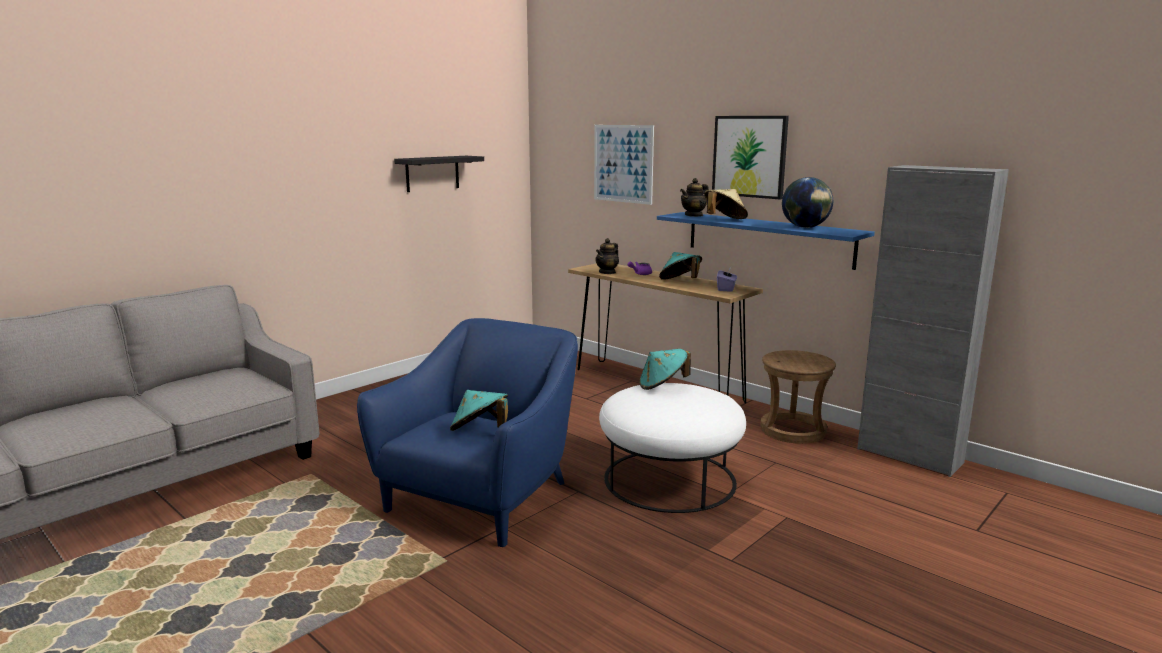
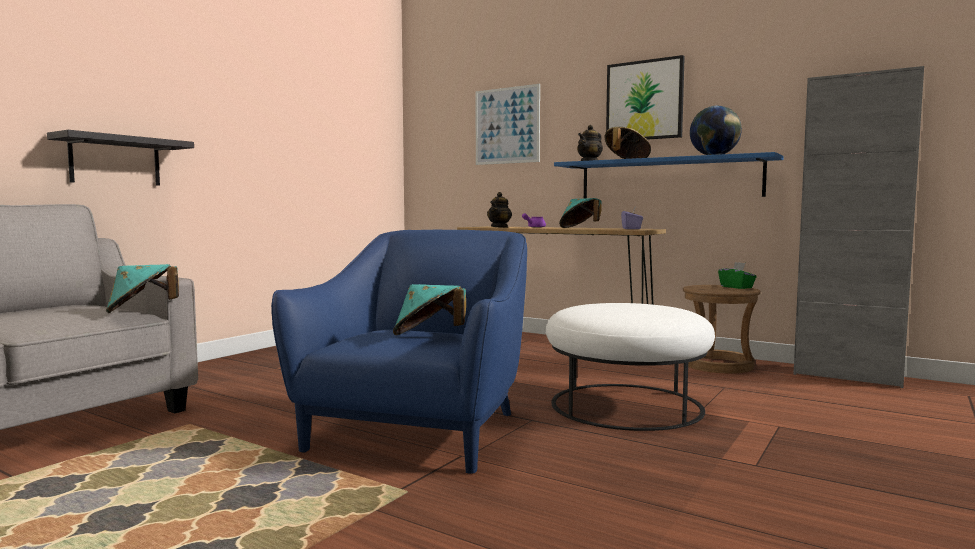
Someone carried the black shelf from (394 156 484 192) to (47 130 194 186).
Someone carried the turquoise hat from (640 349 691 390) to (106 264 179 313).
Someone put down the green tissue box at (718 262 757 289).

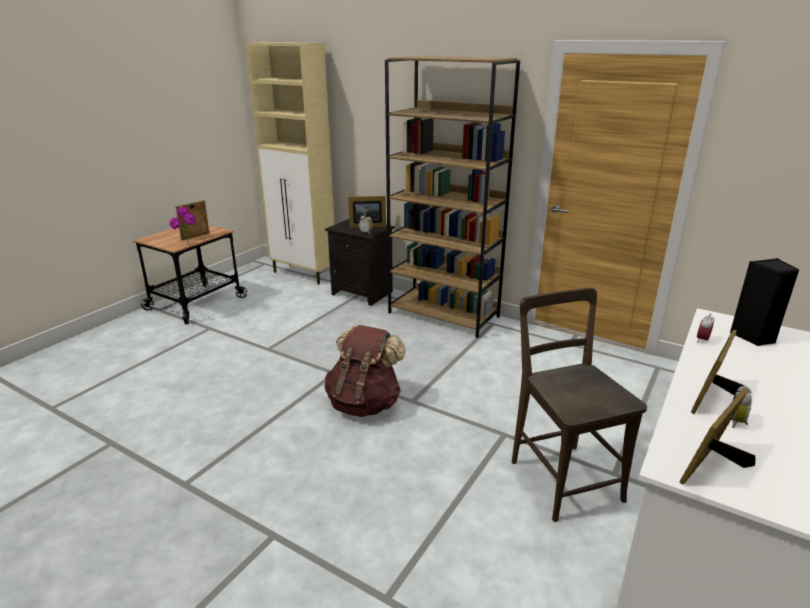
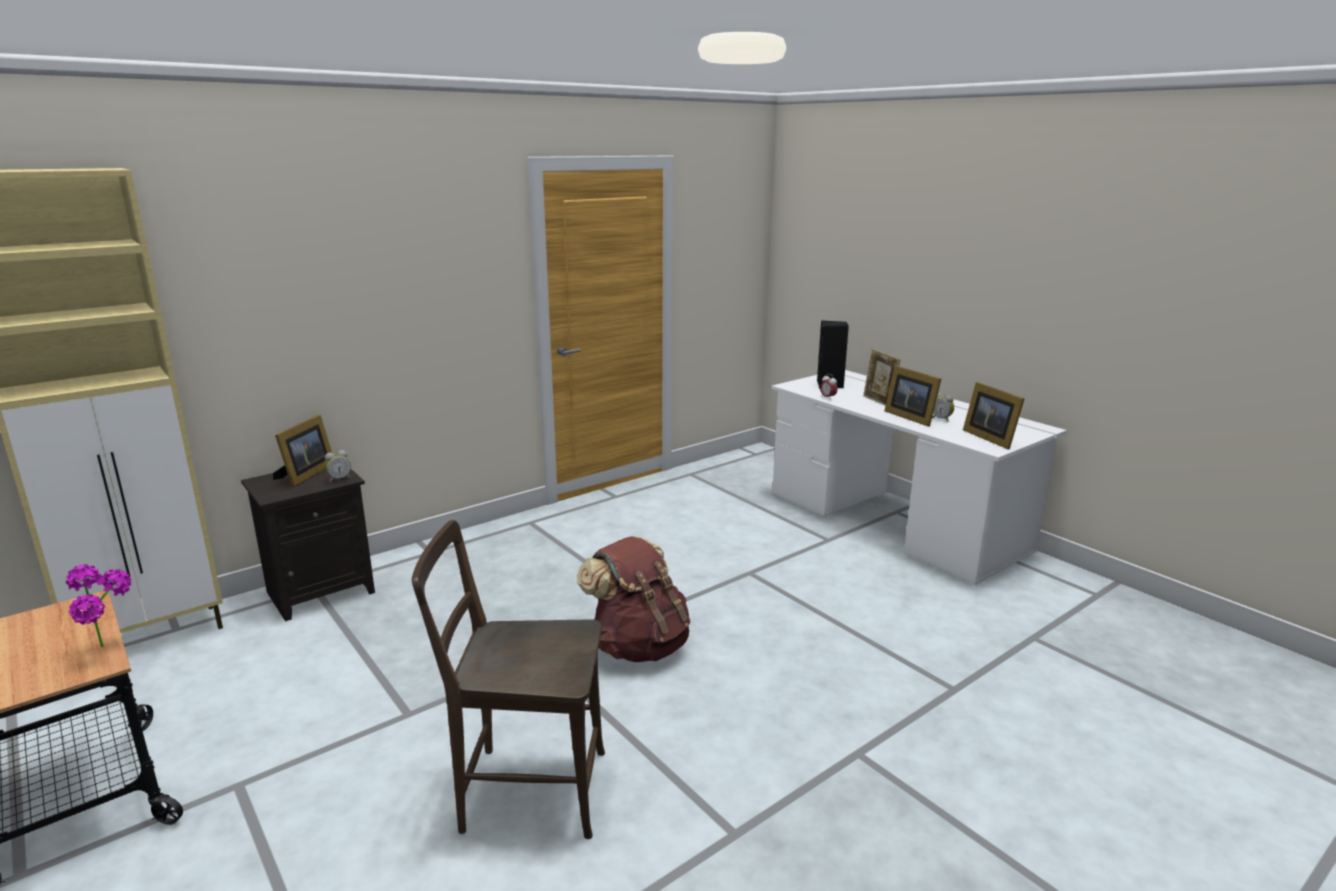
Someone carried the picture frame from (175 200 209 241) to (863 348 901 406).
Someone took away the brown bookcase at (385 56 520 338).
Someone carried the brown chair from (512 288 647 522) to (412 520 605 839).

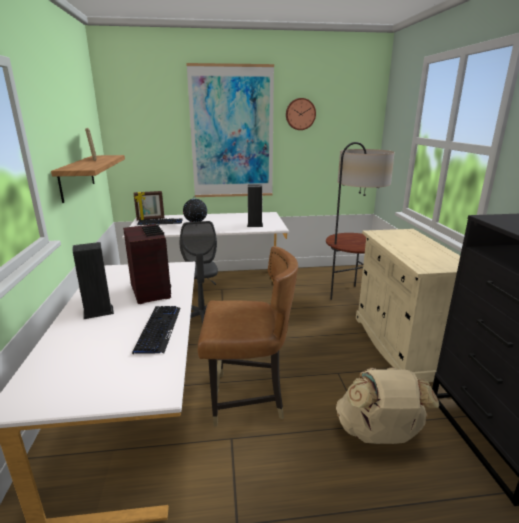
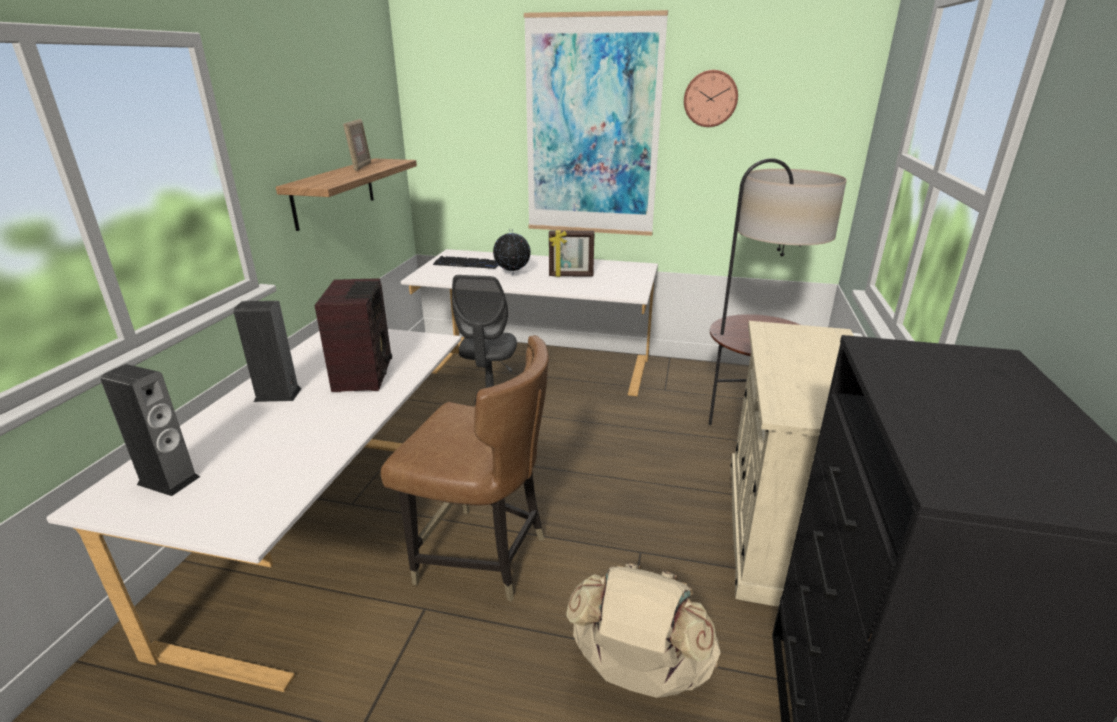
Someone took away the keyboard at (132 306 181 354).
Someone carried the picture frame from (134 191 164 220) to (549 230 594 277).
Someone carried the speaker from (247 185 263 227) to (100 364 200 496).

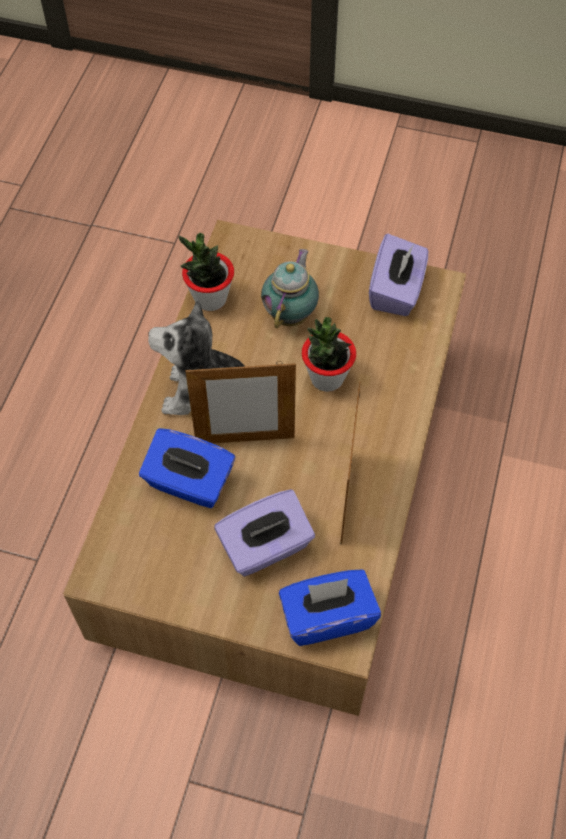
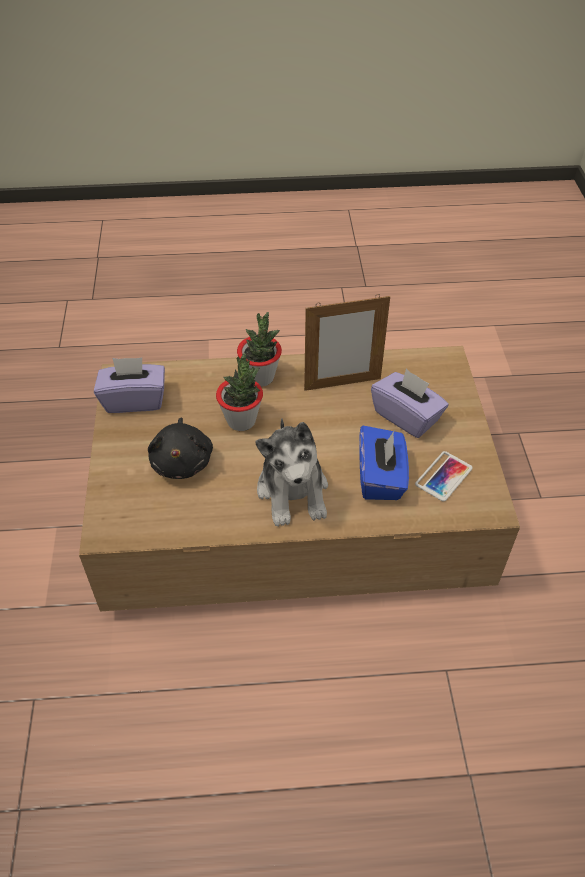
Someone carried the potted plant from (179 232 234 311) to (237 312 282 387).
Someone took away the picture frame at (185 361 296 443).
Someone swapped the teapot at (261 249 319 328) for the black plush toy at (148 418 213 479).
Someone took away the blue tissue box at (279 570 381 646).
Someone put down the phone at (415 451 473 501).

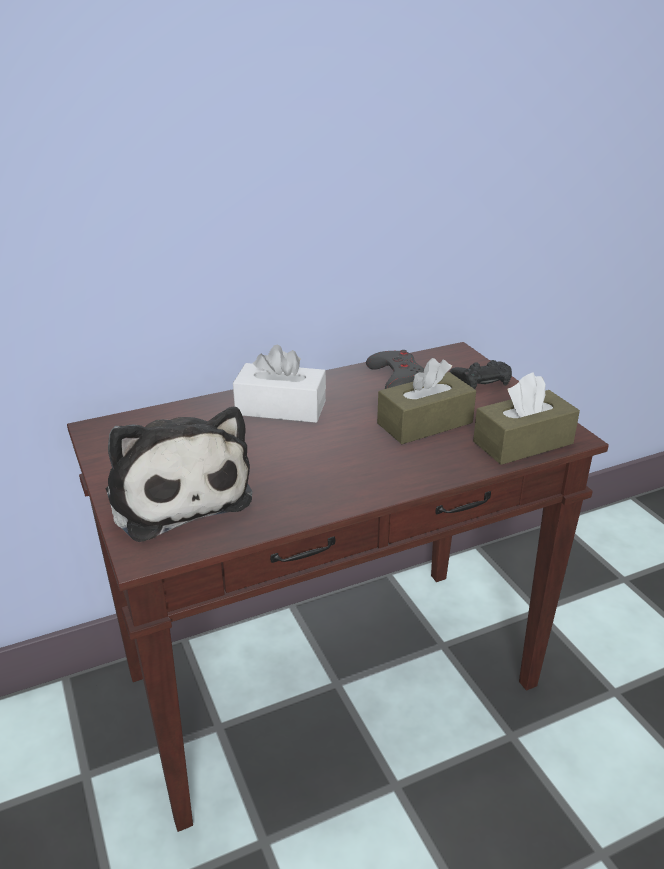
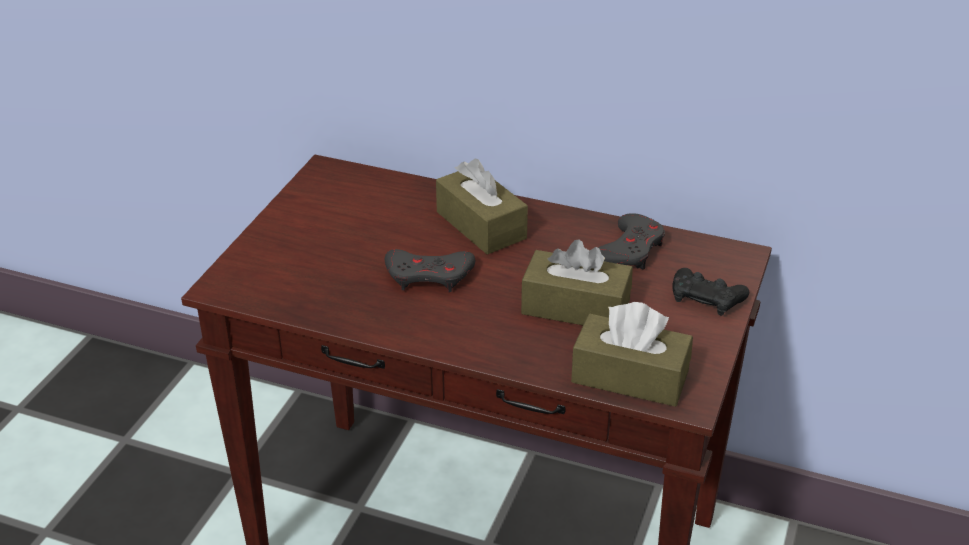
Someone took away the plush toy at (106 407 252 542).
Someone repainted the white tissue box at (233 345 326 423), which became the brown tissue box at (436 159 528 255).
Someone put down the grey game controller at (385 249 475 292).

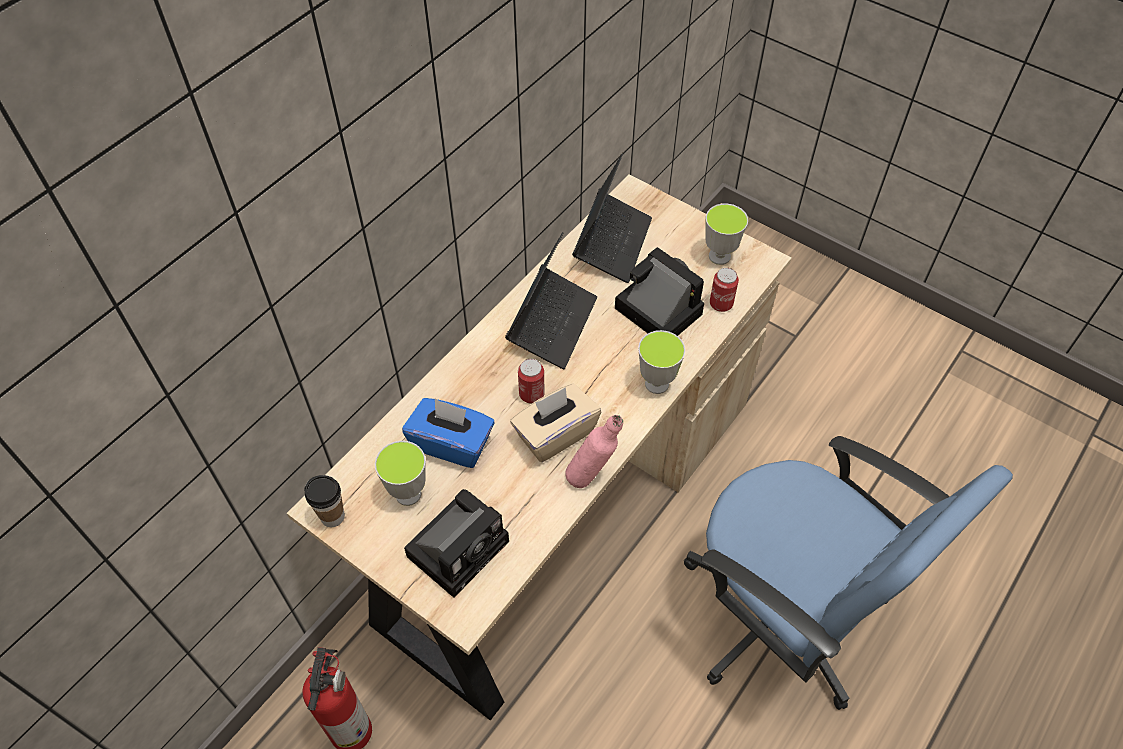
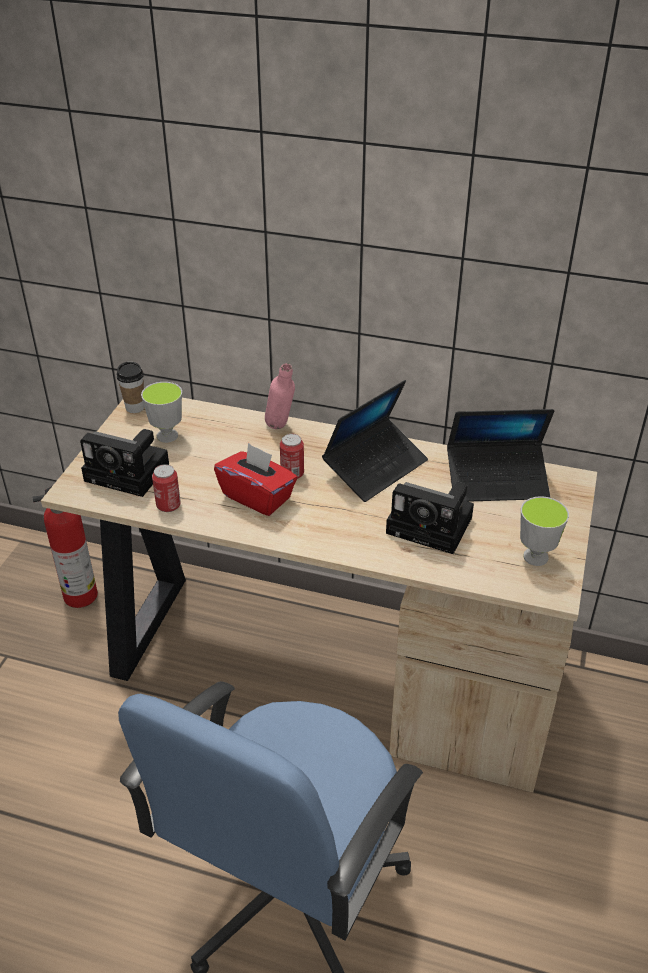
Someone took away the blue tissue box at (402 398 495 468).
Someone rotated the laptop at (505 232 597 369) by 45 degrees counterclockwise.
Someone repainted the beige tissue box at (510 384 601 462), which became the red tissue box at (214 443 297 516).
Someone carried the pink bottle from (565 415 623 488) to (265 363 295 429).
Someone rotated the photo camera at (615 247 704 336) by 90 degrees clockwise.
Someone took away the cup at (638 330 685 394).
Someone carried the can from (710 268 739 312) to (152 464 181 512).

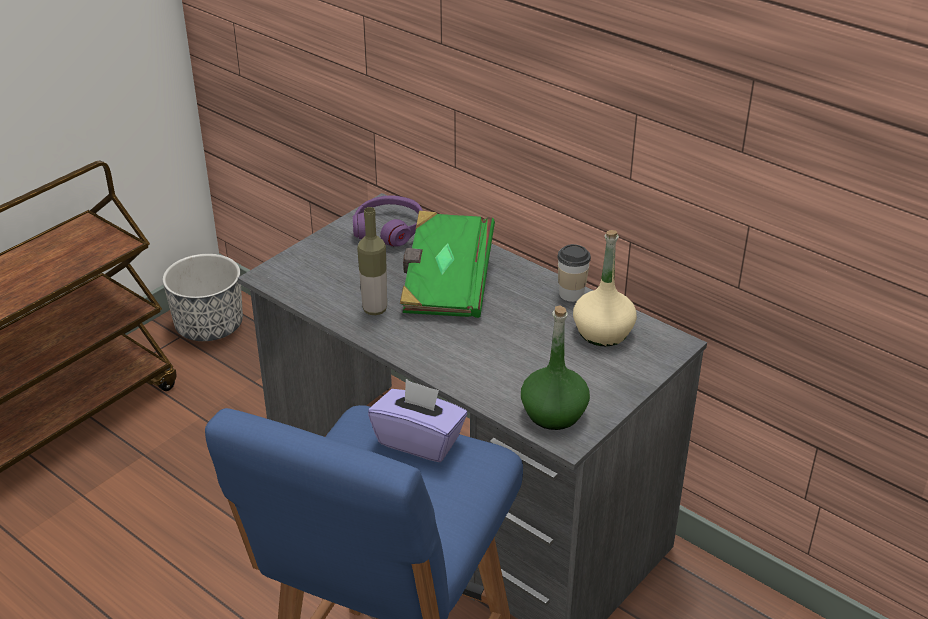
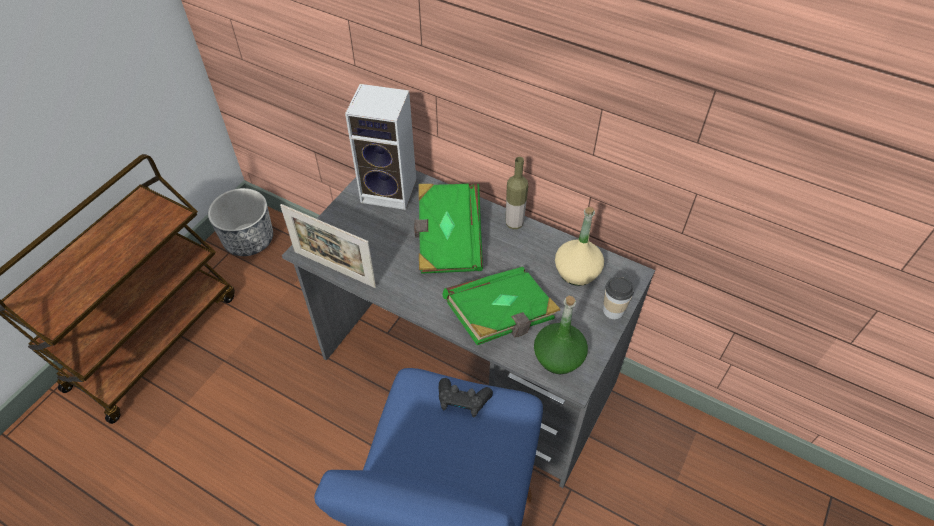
Someone swapped the purple headphones at (353 195 423 247) for the speaker at (345 84 416 210).
Someone carried the bottle from (357 207 387 315) to (506 157 528 229).
Someone swapped the purple tissue box at (368 379 467 462) for the black game controller at (439 378 493 417).
Someone carried the cup from (557 244 591 302) to (603 277 634 319).
Someone put down the picture frame at (280 204 376 288).
Someone put down the green book at (443 267 560 345).

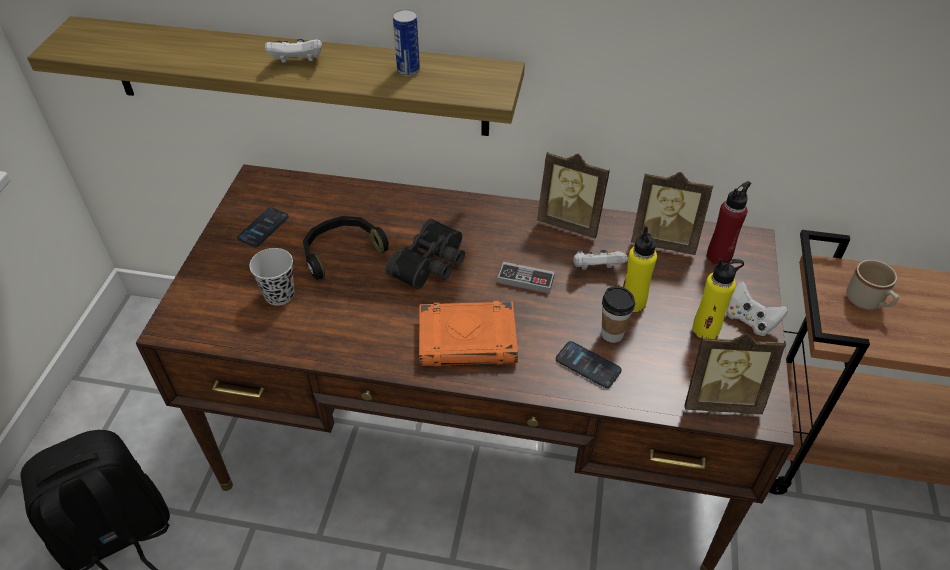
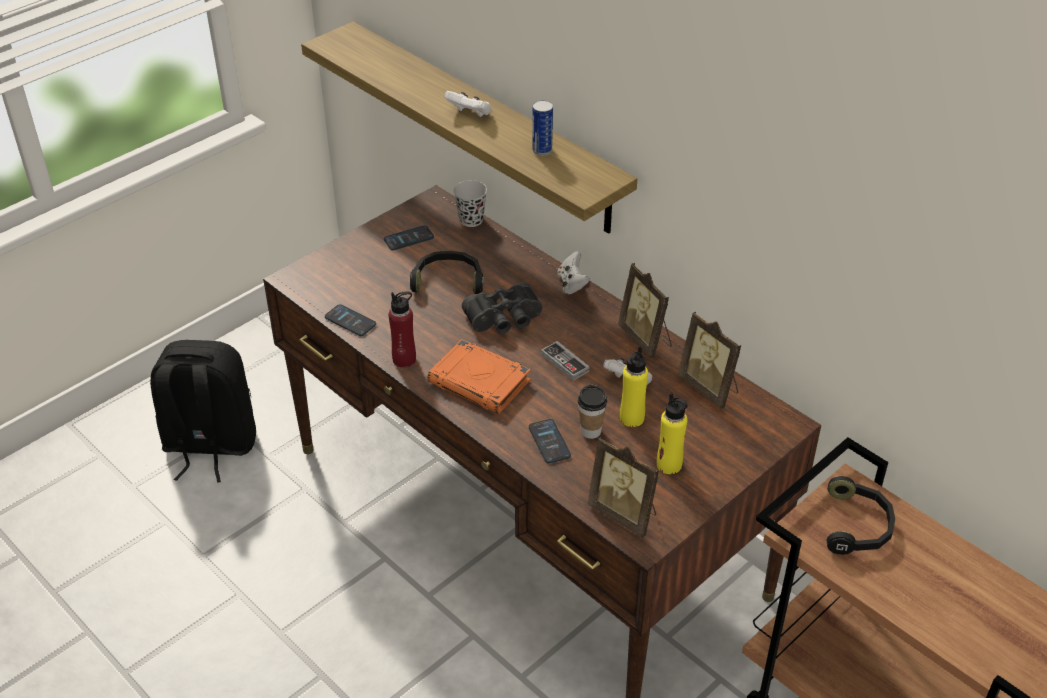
Someone carried the black cup from (249 248 295 306) to (454 180 487 227).
Someone carried the red bottle from (707 181 751 265) to (389 291 416 368).
Someone carried the white game controller from (726 281 788 336) to (557 251 590 294).
Someone swapped the beige mug at (846 260 899 310) for the black headphones at (827 476 895 555).
Someone put down the phone at (325 304 376 336).

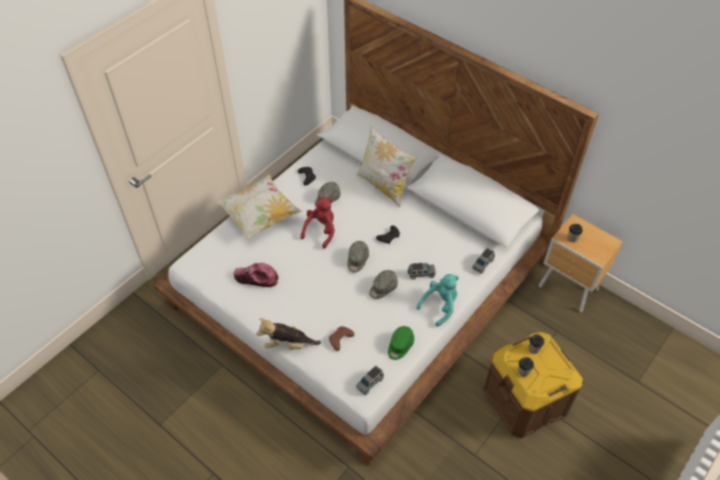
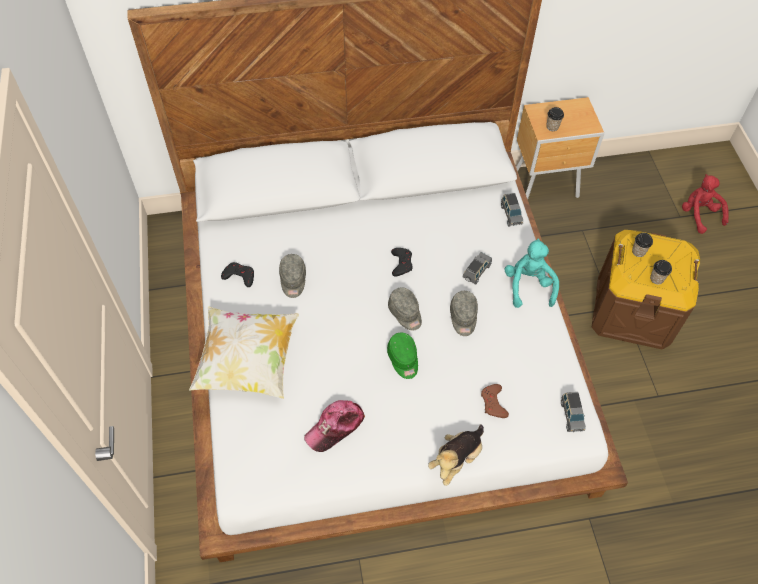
Someone carried the red plush toy from (301 197 335 249) to (682 174 729 234).
Someone took away the pillow at (357 126 417 207).
Someone carried the green cap from (388 326 414 360) to (387 332 418 379).

